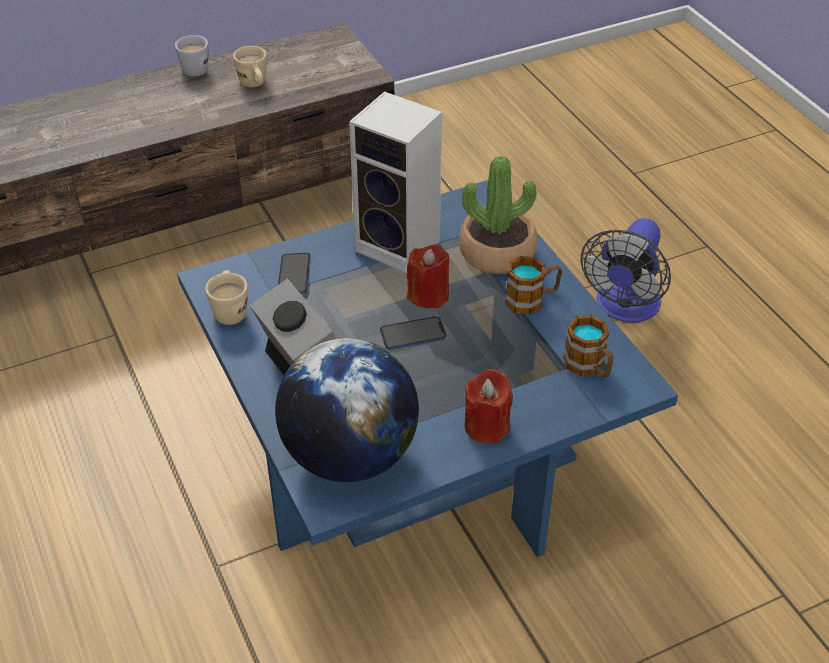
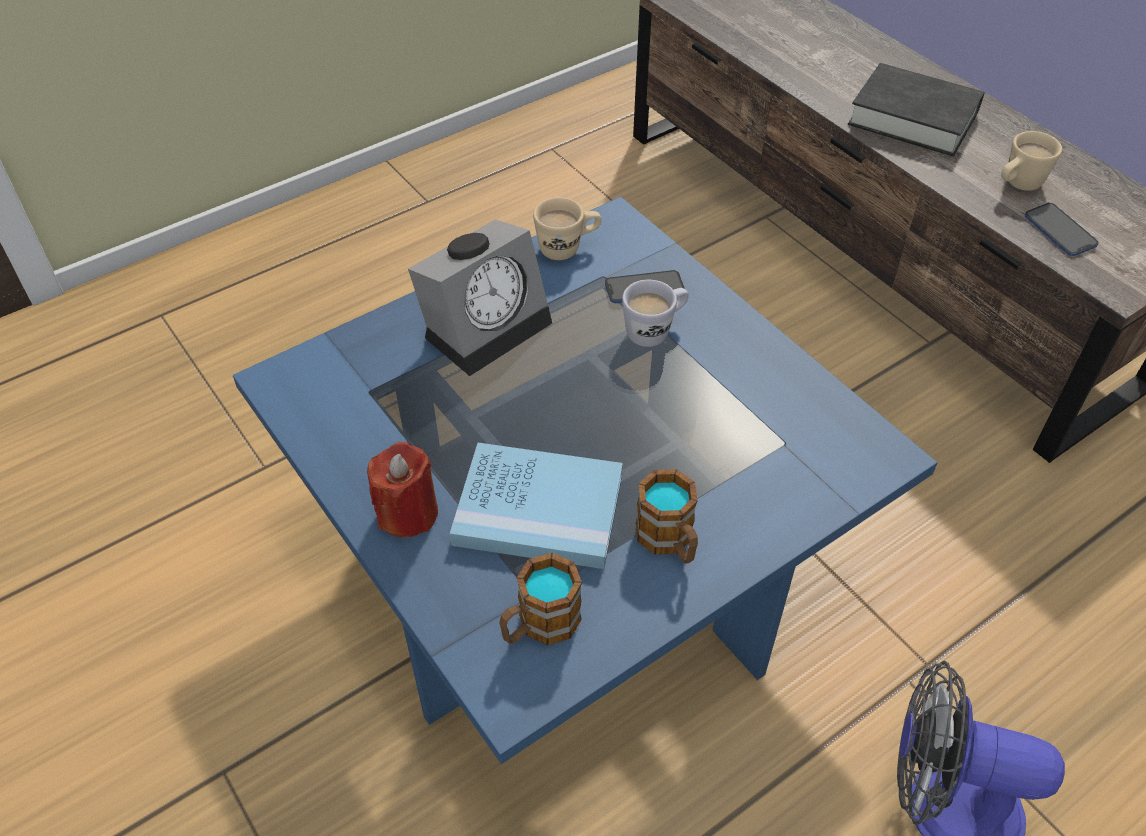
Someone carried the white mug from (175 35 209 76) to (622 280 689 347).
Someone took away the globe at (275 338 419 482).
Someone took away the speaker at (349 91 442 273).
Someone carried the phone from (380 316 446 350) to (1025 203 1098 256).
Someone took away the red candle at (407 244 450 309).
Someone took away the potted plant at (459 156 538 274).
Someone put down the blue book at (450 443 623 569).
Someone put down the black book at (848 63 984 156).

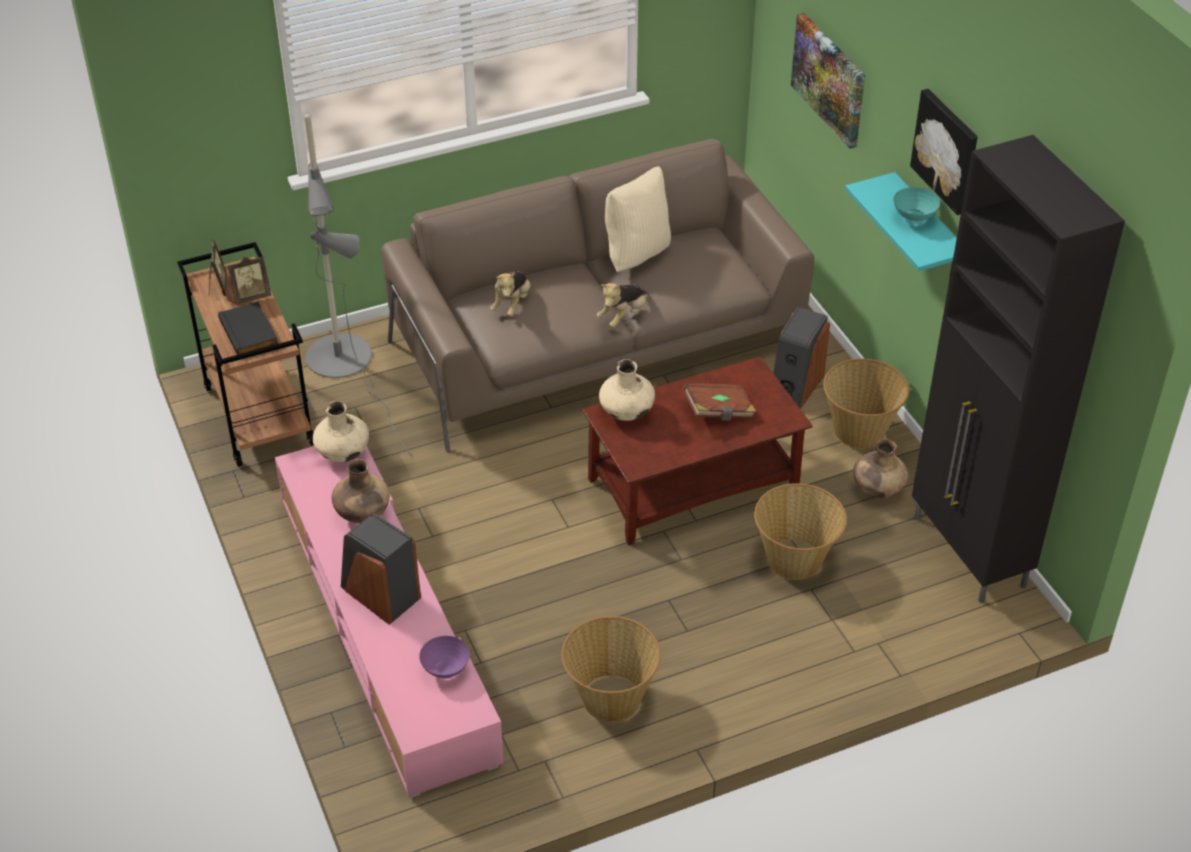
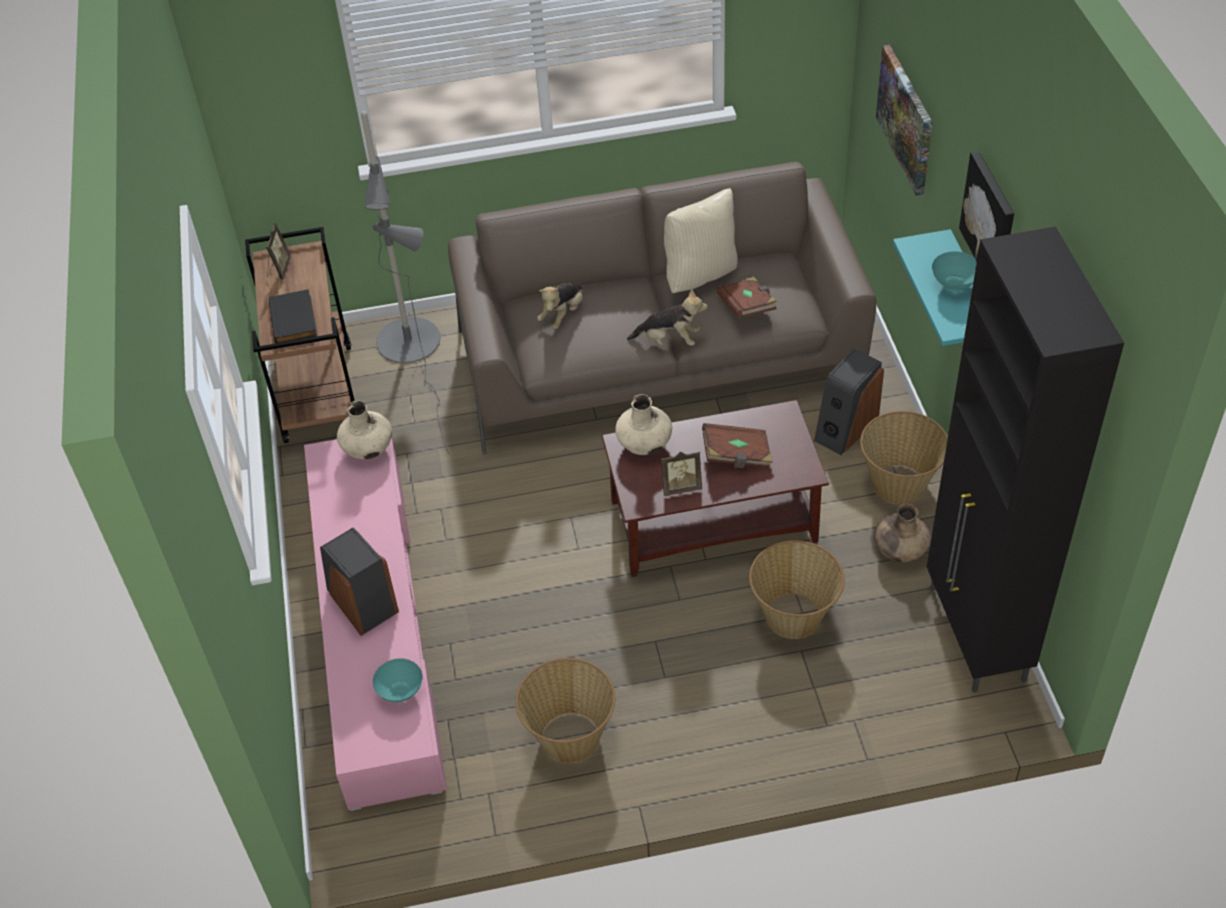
Someone carried the picture frame from (228 256 271 305) to (661 451 702 496).
Someone took away the brown vase at (332 459 390 523).
Someone repainted the purple bowl at (419 636 470 679), which became the turquoise bowl at (373 658 422 702).
Someone rotated the plush toy at (597 283 649 328) by 135 degrees counterclockwise.
Someone put down the brown book at (716 277 777 318).

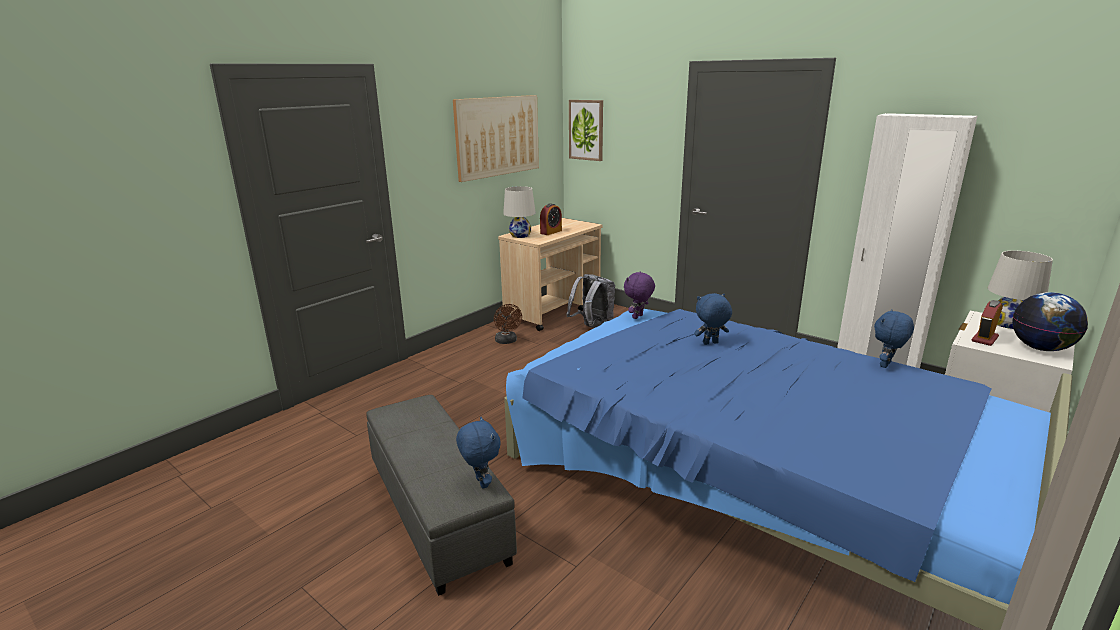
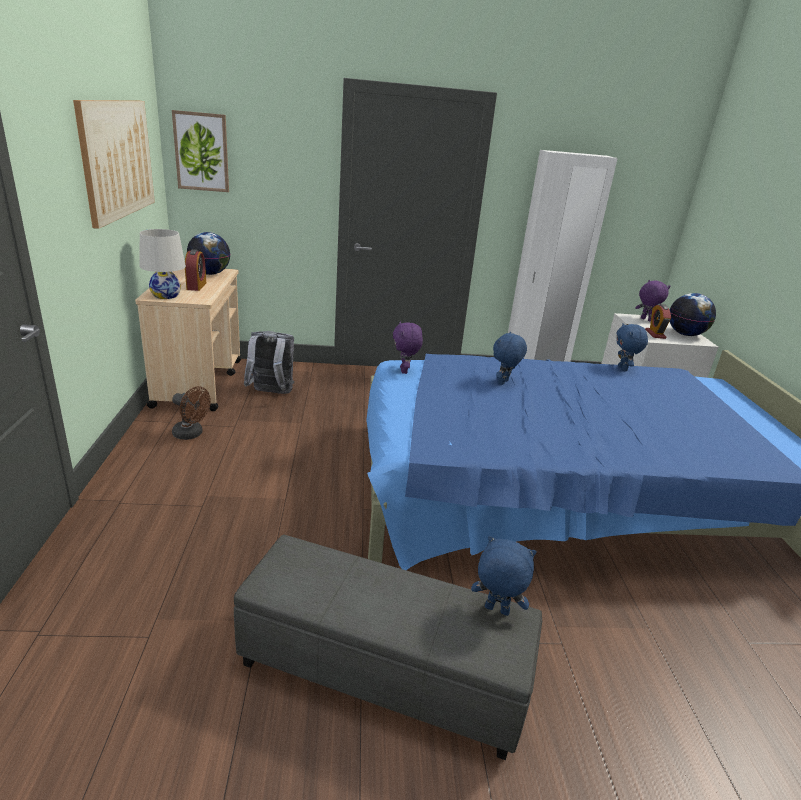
Someone swapped the white table lamp at (988 251 1053 329) for the purple plush toy at (635 280 671 322).
Someone put down the globe at (187 232 230 275).

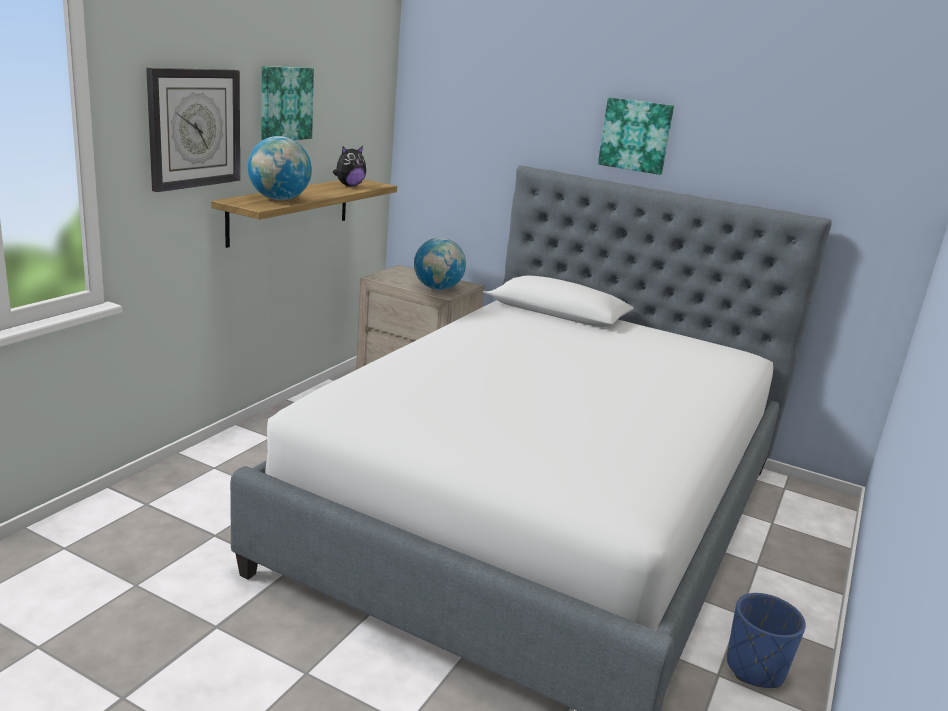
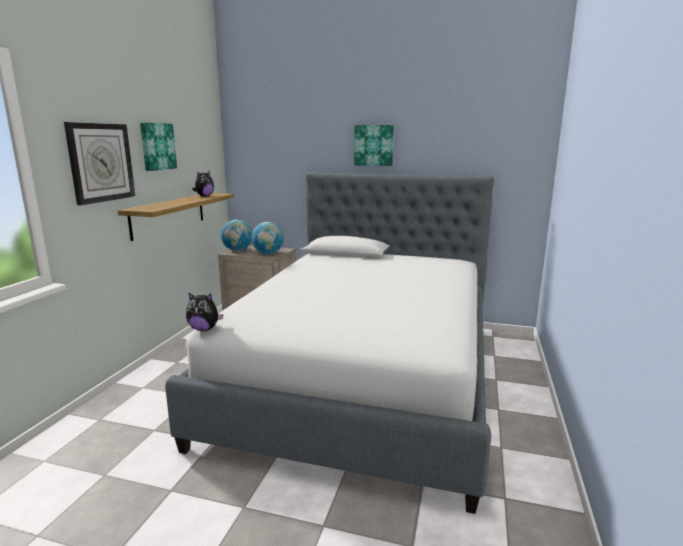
Someone carried the globe from (247 136 312 200) to (221 220 252 251).
Someone took away the blue planter at (727 593 806 688).
Someone put down the plush toy at (186 292 224 331).

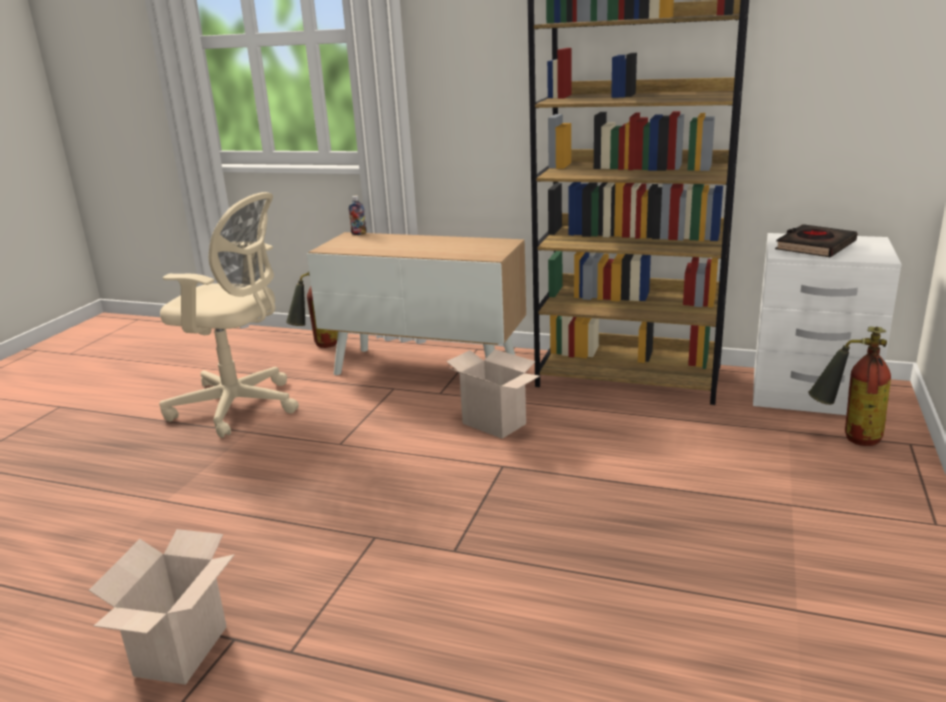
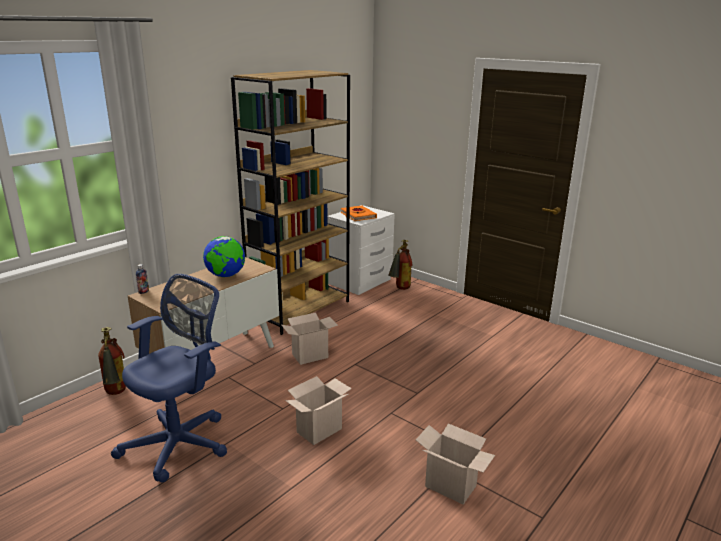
Someone repainted the beige office chair at (159 192 299 438), which became the blue office chair at (111 274 227 483).
Someone repainted the black book at (775 224 858 257), which became the orange book at (341 206 377 221).
Someone put down the globe at (203 236 245 277).
Someone put down the cardboard box at (285 376 352 445).

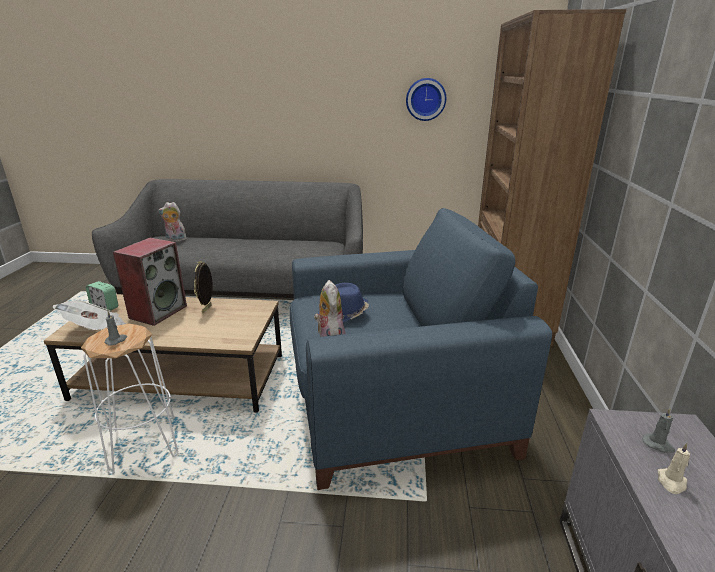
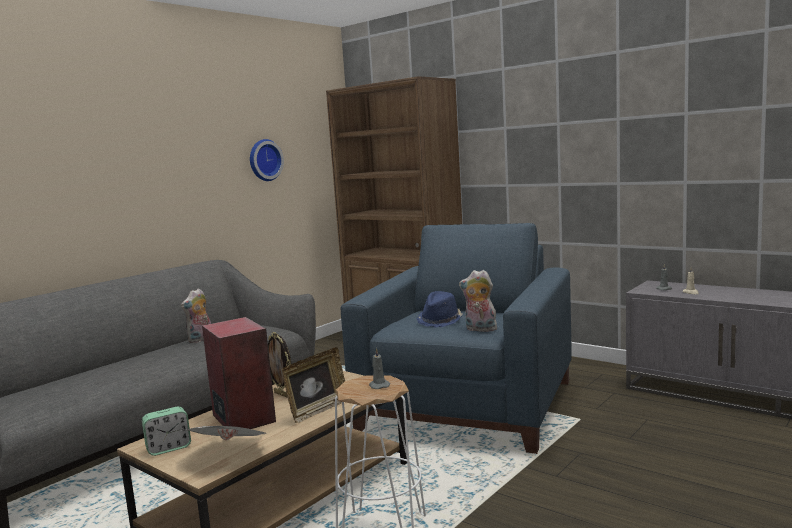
Someone carried the plush toy from (158 202 187 242) to (181 288 211 343).
Someone put down the picture frame at (282 347 345 423).

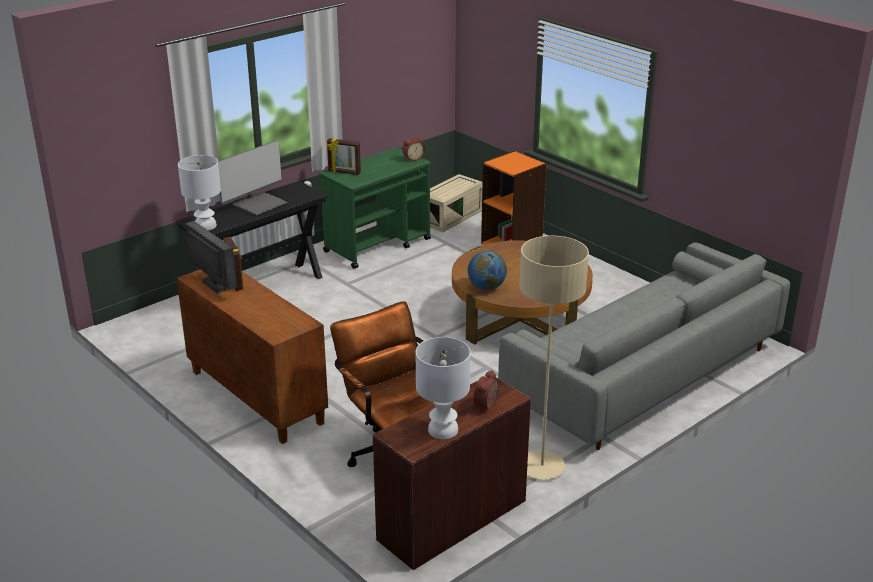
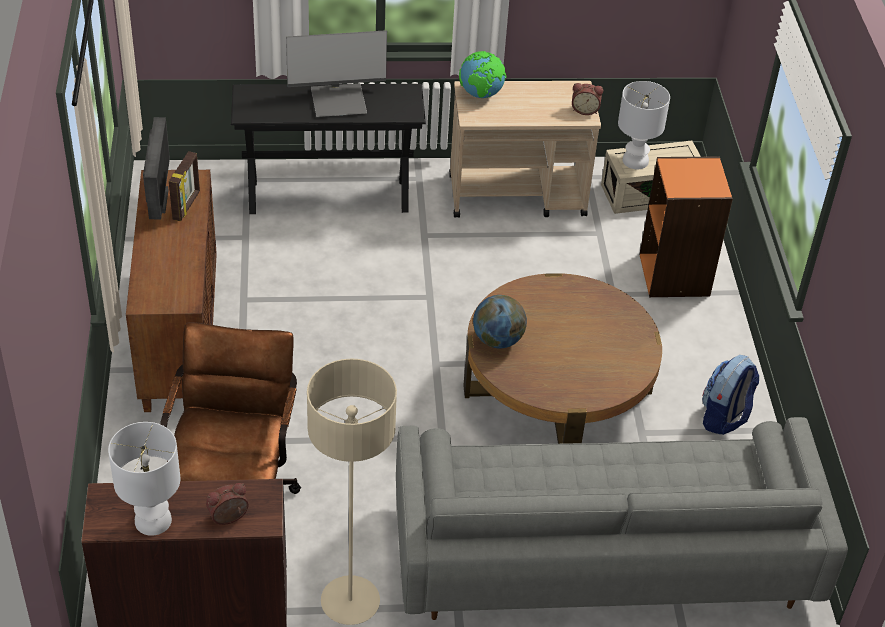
Someone carried the white table lamp from (178 155 221 230) to (618 81 670 169).
Someone repainted the green cart at (319 147 431 269), which became the beige cart at (449 81 601 218).
Someone swapped the picture frame at (327 138 361 175) for the globe at (459 51 506 98).
Someone put down the backpack at (702 355 759 435).

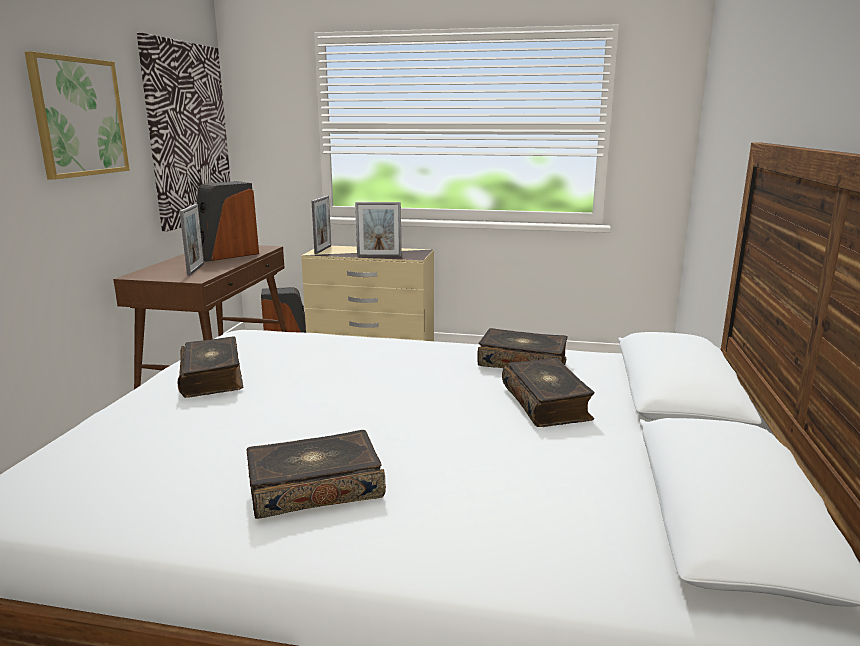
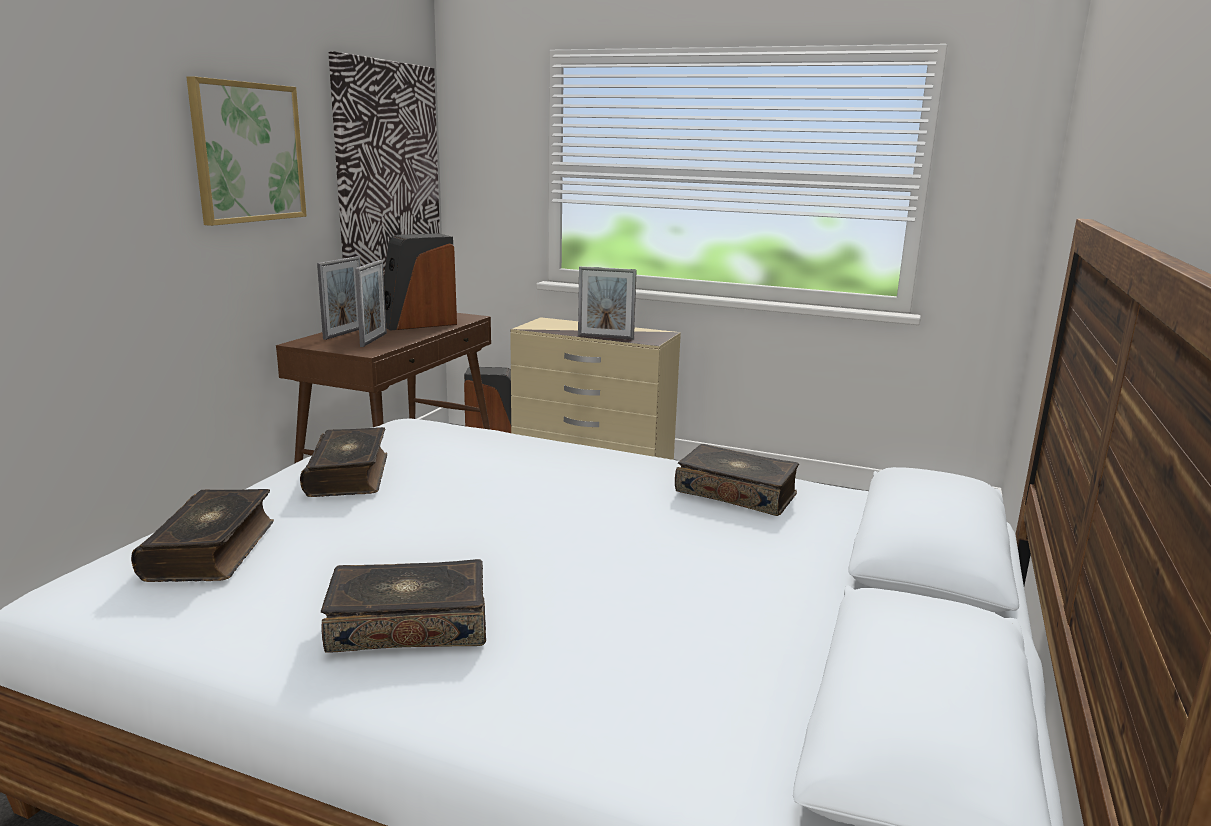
Someone carried the picture frame from (312 196 331 254) to (317 256 361 340).
Someone carried the book from (502 358 595 427) to (131 489 274 582).

